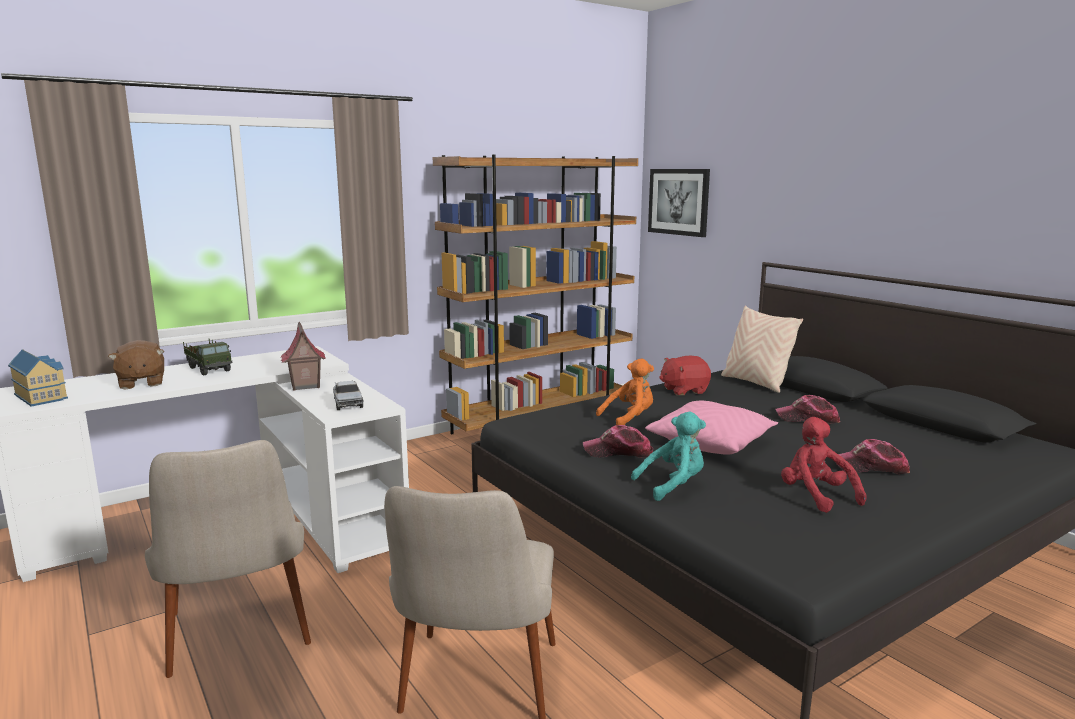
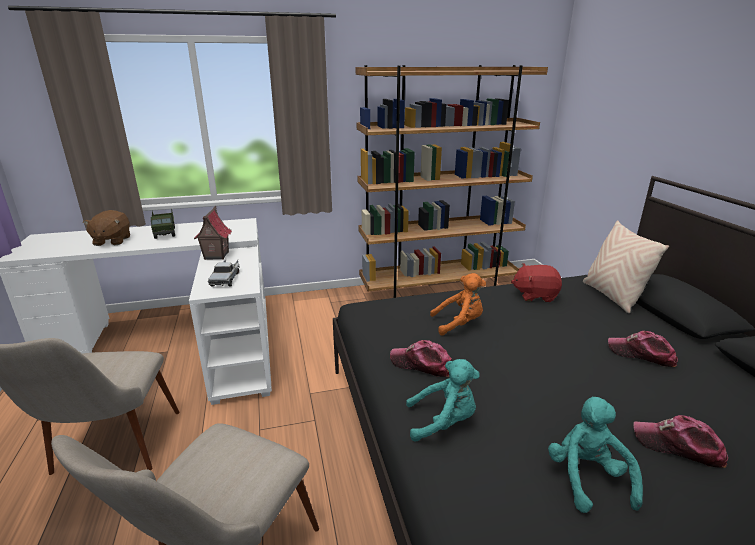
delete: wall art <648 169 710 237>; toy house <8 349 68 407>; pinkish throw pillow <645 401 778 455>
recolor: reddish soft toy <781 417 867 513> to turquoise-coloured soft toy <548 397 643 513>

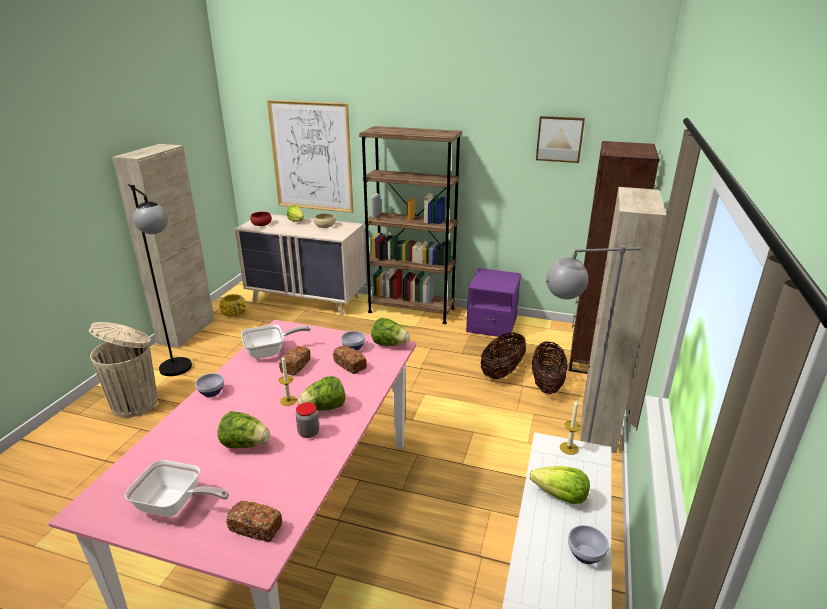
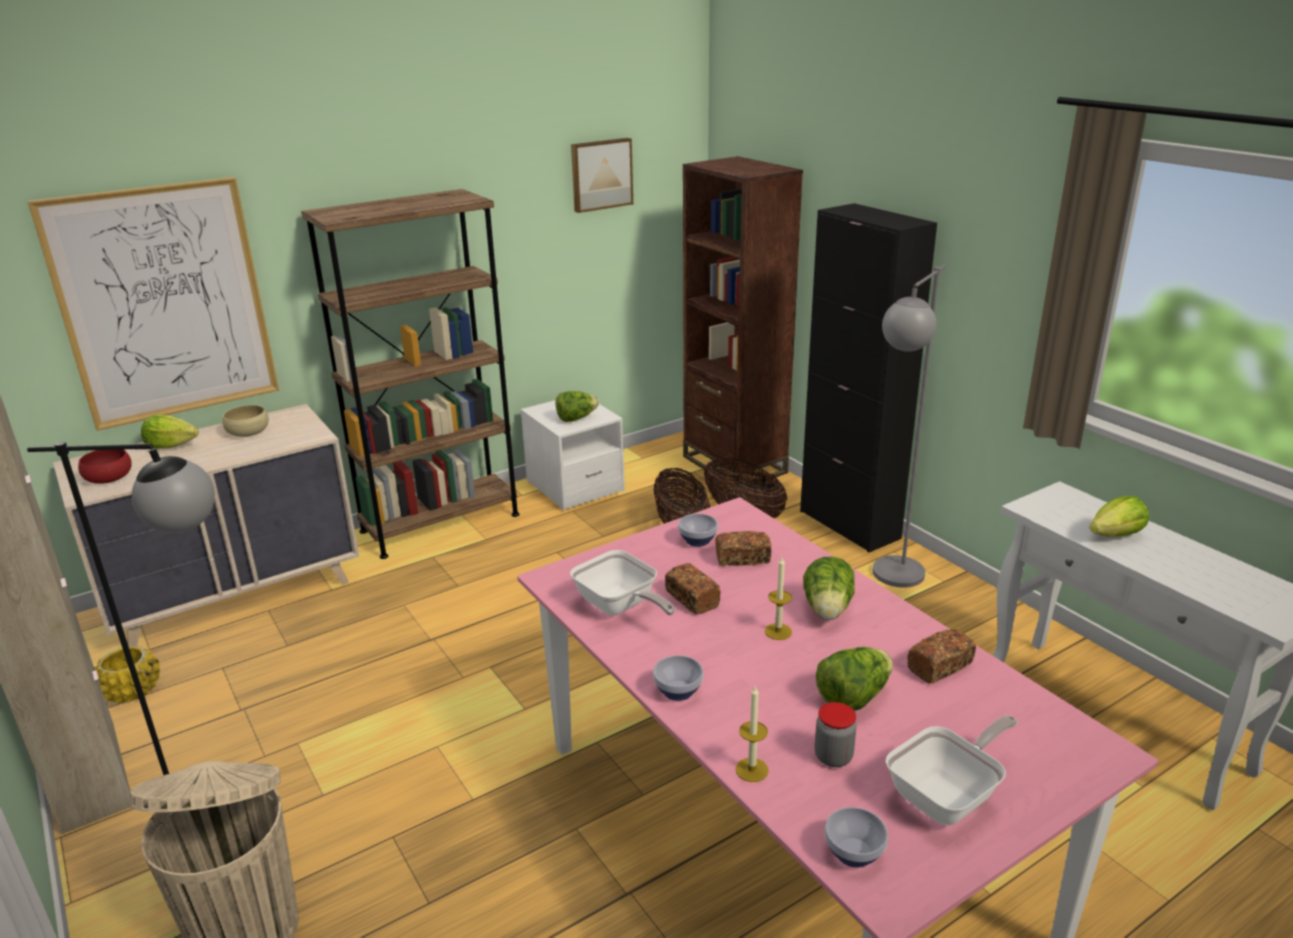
move: lettuce head <371 318 410 346> to <555 391 599 422>; wax candle <560 400 581 455> to <736 686 769 782>; jar <296 402 319 438> to <814 702 857 767>; baked bread <226 501 282 542> to <907 630 976 684>; deep dish <568 525 609 564> to <825 807 888 868>
recolor: beige storage cabinet <580 187 666 453> to black-coloured storage cabinet <800 203 937 553>; purple-coloured nightstand <466 268 521 338> to whitish nightstand <521 400 625 510>
rotate: pan <241 325 311 359> = <570 550 675 616> 120 degrees clockwise

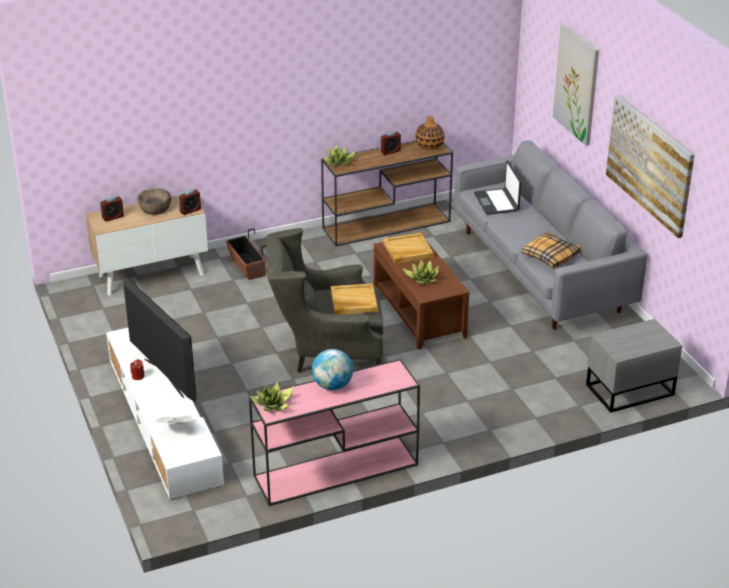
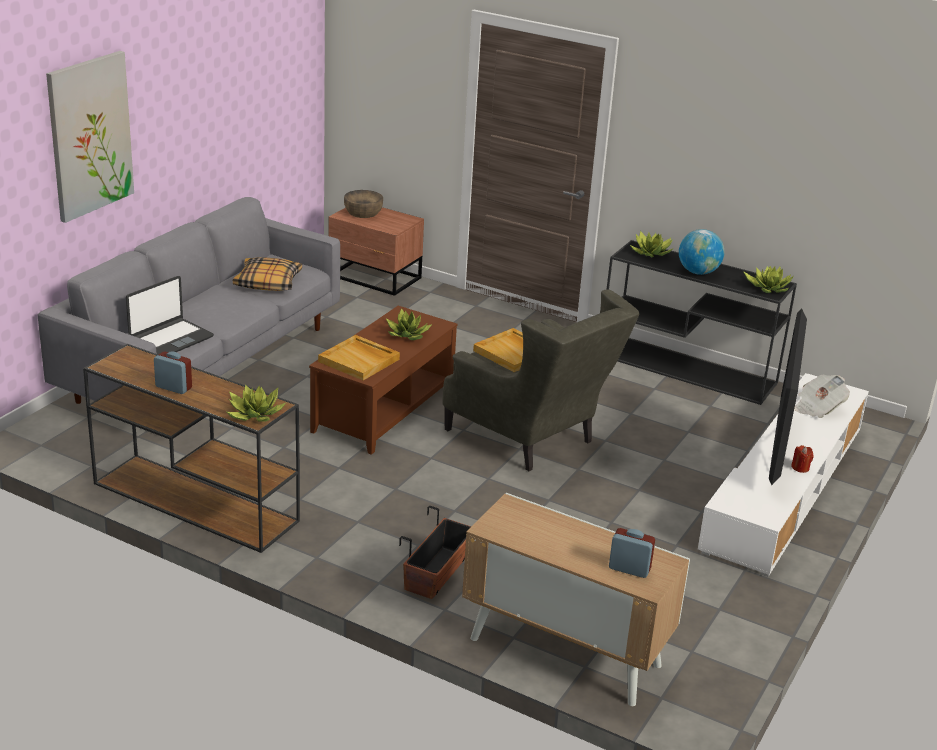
delete: wall art <606 95 695 238>; decorative vase <415 116 445 150>; bedside clock <178 189 201 215>
insert: plant in a pot <630 231 673 258>
move: brown deep dish <137 188 171 215> to <344 190 383 218>
recolor: greyish nightstand <586 319 682 413> to brown nightstand <328 207 424 296>; pinkish narrow table <249 359 420 506> to black-coloured narrow table <607 240 797 405>

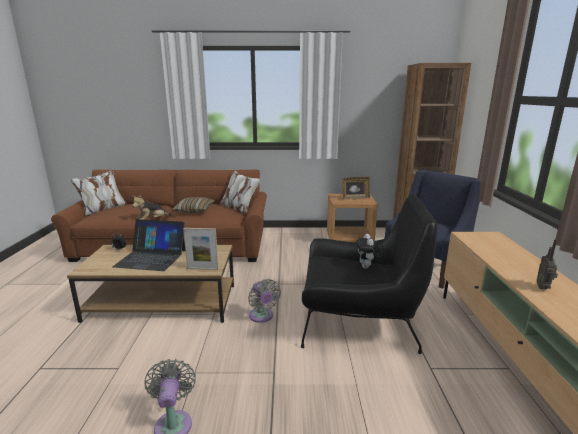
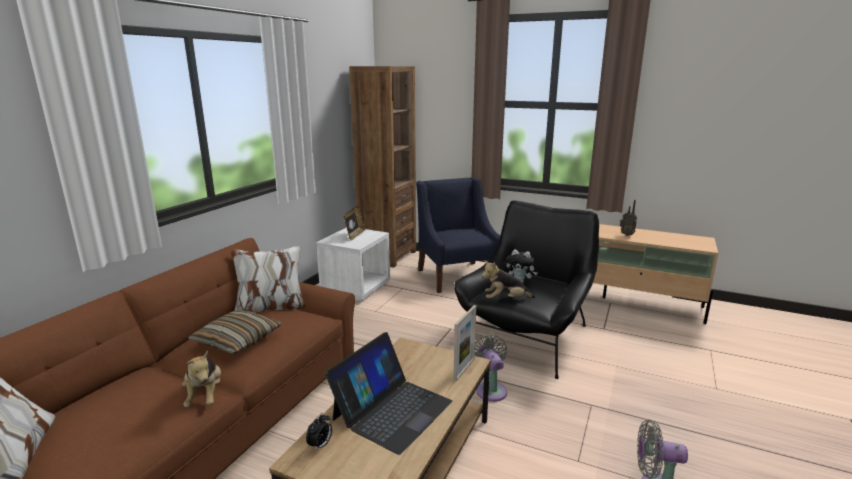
insert: soft toy <481 260 535 299>
recolor: brown nightstand <327 194 378 242> to whitish nightstand <316 228 390 302>
rotate: greyish fan <248 279 281 323> = <475 335 507 402> 105 degrees counterclockwise

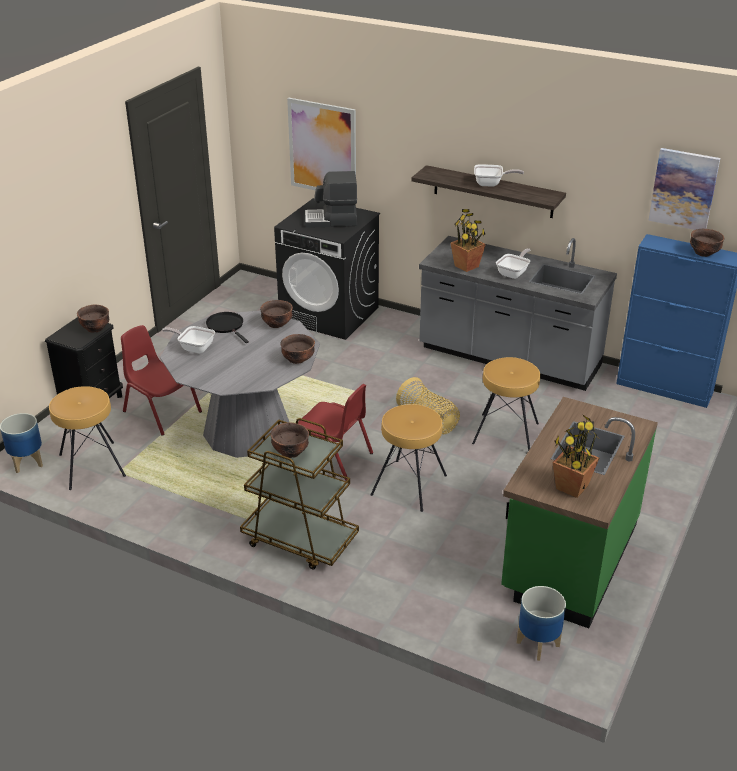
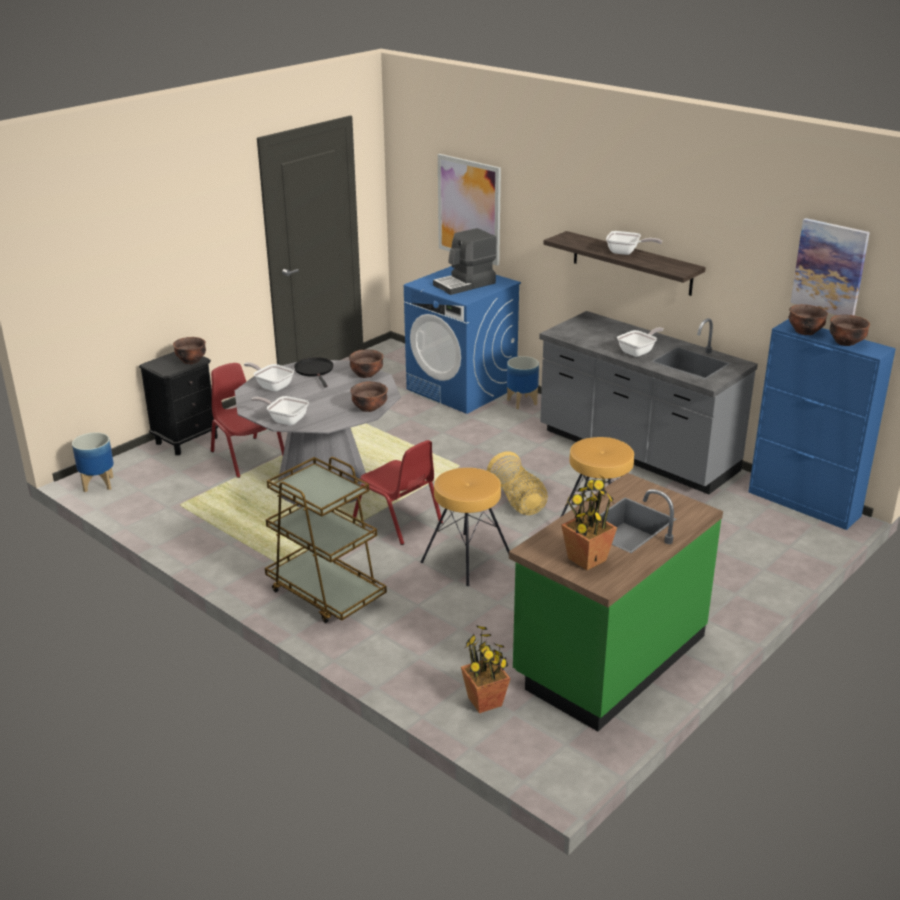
delete: brown sitting stool <49 386 126 490>
insert: pan <251 396 309 425>
move: plant in a pot <451 209 486 272> to <461 625 511 713>; brown deep dish <270 423 309 458> to <788 304 828 335>; planter <517 586 566 661> to <507 356 539 409>
recolor: black-coloured laundry appliance <274 198 380 340> to blue-coloured laundry appliance <404 266 521 414>
rotate: coffee machine <305 171 357 228> = <433 228 496 295> 45 degrees counterclockwise

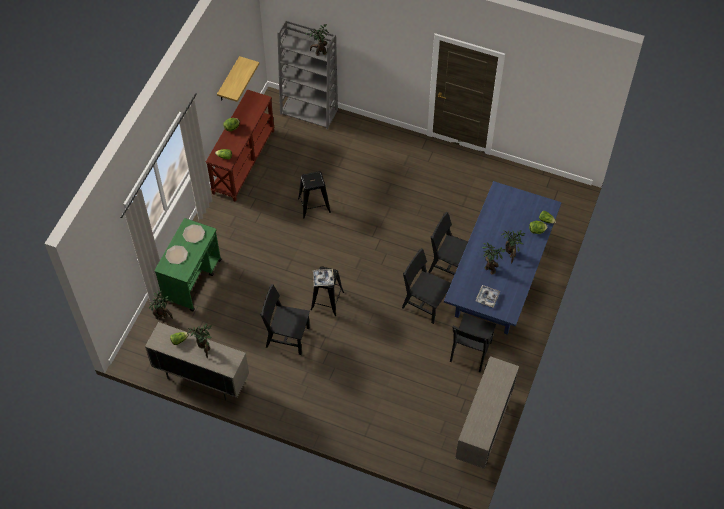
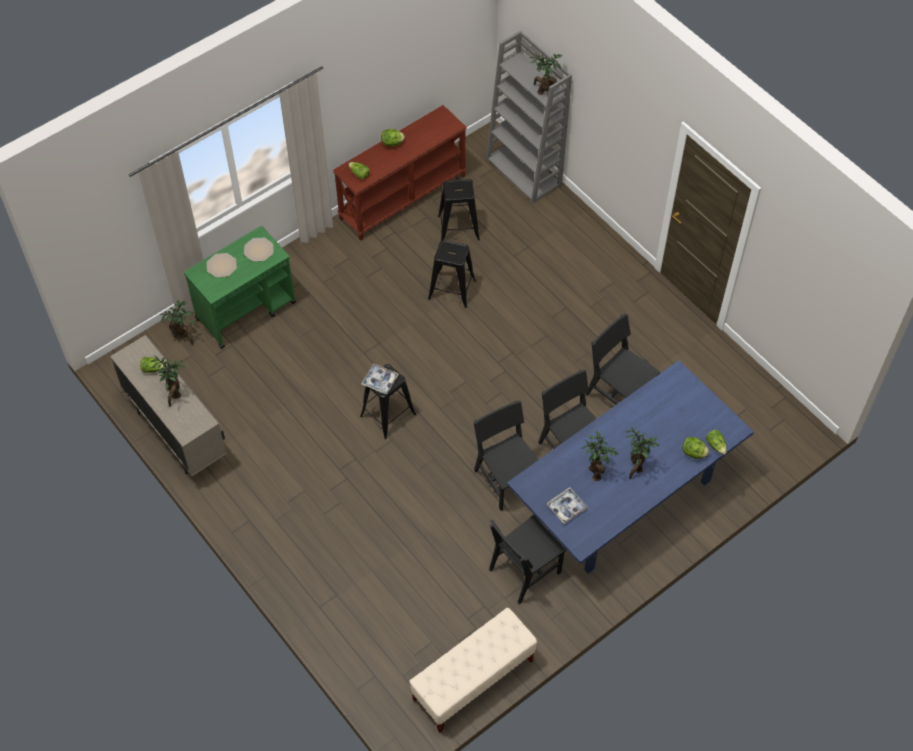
delete: shelf <217 56 259 102>
insert: black-coloured sitting stool <438 179 480 241>
move: black-coloured plain chair <260 284 310 355> to <586 313 660 405>
replace: beige storage cabinet <455 356 519 469> to beige bench <409 608 537 733>

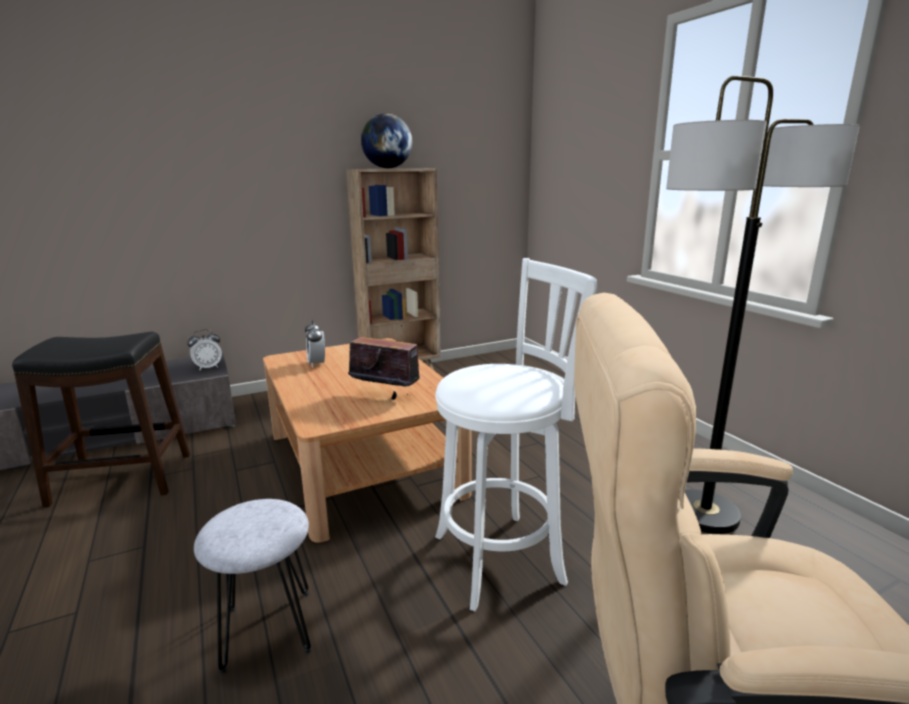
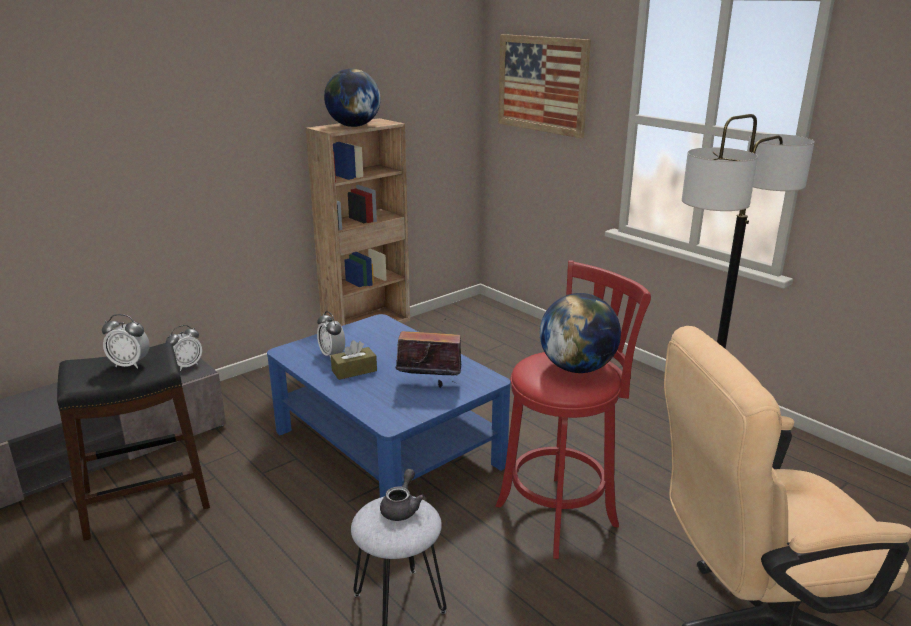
insert: wall art <498 34 591 139>; desk globe <540 293 621 373>; bedside clock <102 314 150 369>; brown tissue box <331 340 377 380>; greyish tea pot <380 469 425 521>
recolor: whitish sitting stool <435 258 597 611> to reddish sitting stool <495 260 651 559>; brown lounge table <263 338 472 543> to blue-coloured lounge table <267 314 511 498>

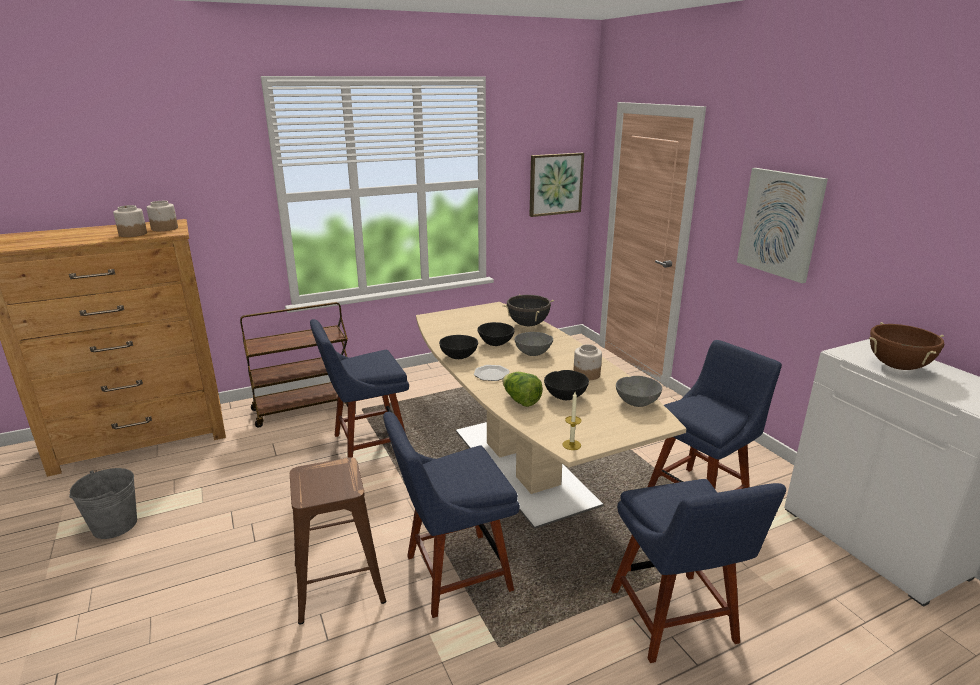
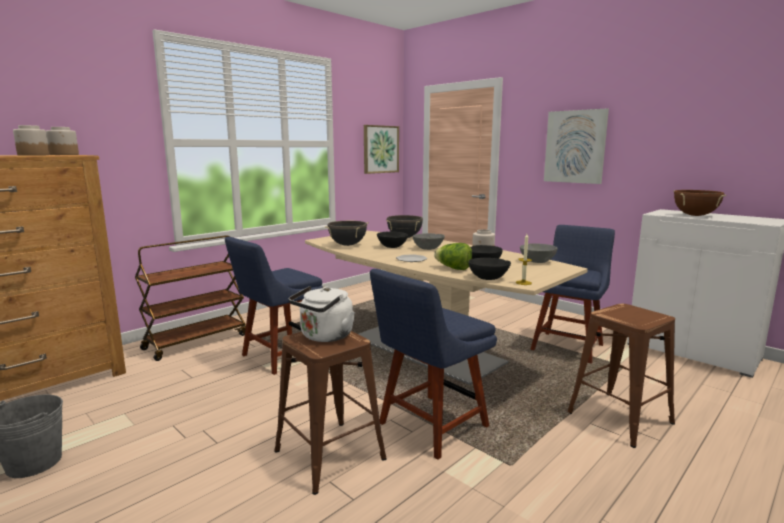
insert: black-coloured stockpot <325 221 369 246>; whitish kettle <289 286 355 342>
move: black-coloured deep dish <439 335 478 359> to <468 258 511 280>
replace: blue-coloured plain chair <611 479 786 663> to brown sitting stool <567 304 675 448>

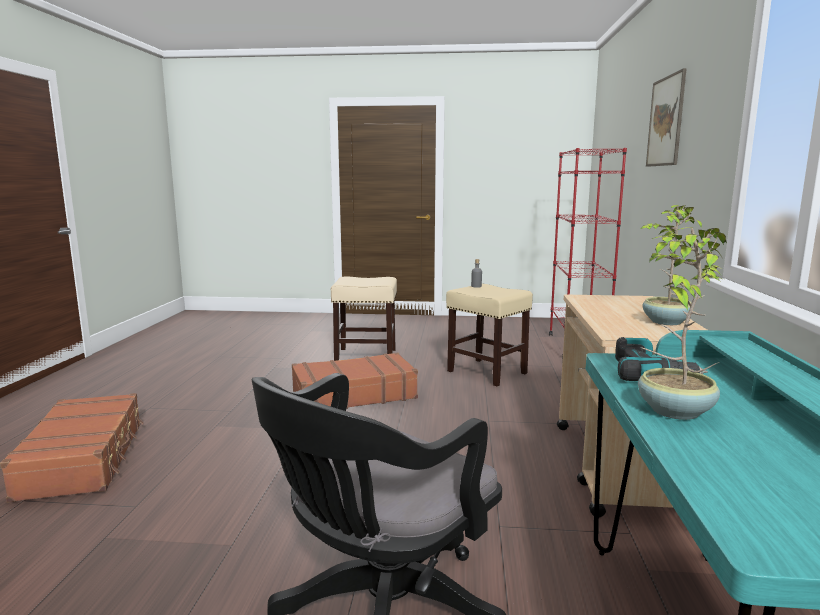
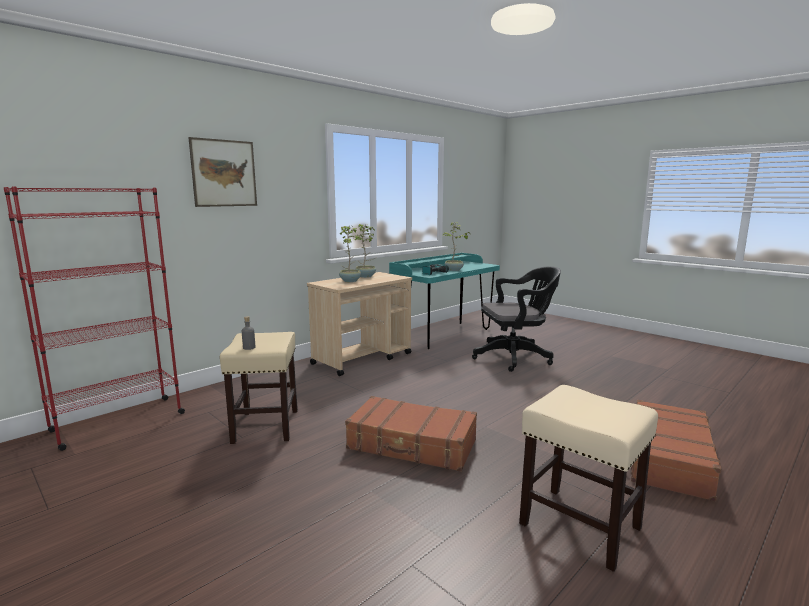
insert: plant in a pot <339 226 364 282>
move: beige sitting stool <331 277 397 361> to <519 385 658 572>

